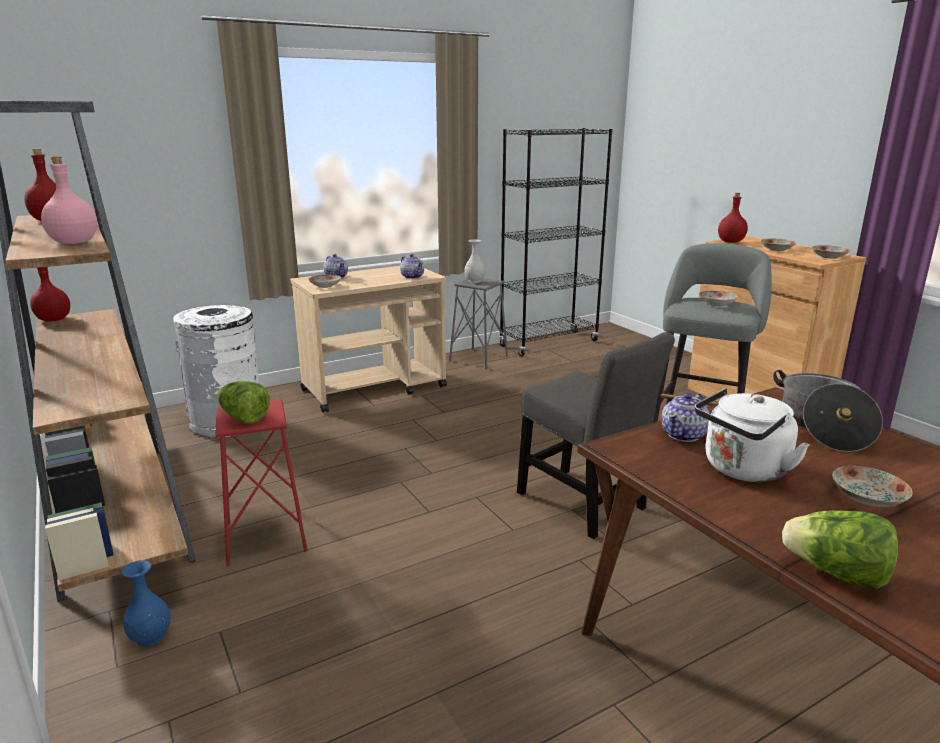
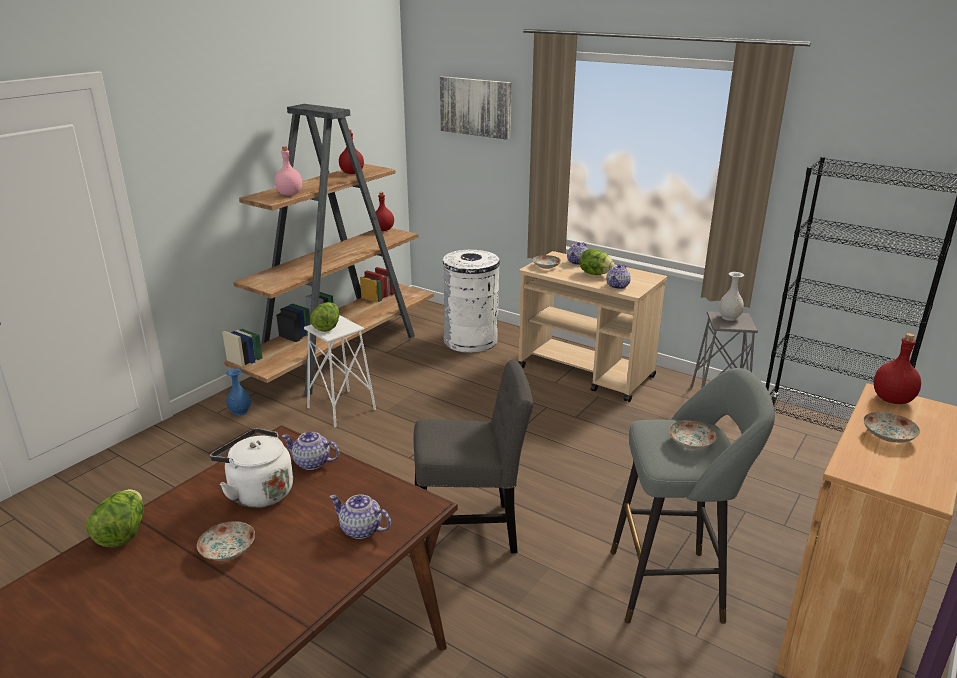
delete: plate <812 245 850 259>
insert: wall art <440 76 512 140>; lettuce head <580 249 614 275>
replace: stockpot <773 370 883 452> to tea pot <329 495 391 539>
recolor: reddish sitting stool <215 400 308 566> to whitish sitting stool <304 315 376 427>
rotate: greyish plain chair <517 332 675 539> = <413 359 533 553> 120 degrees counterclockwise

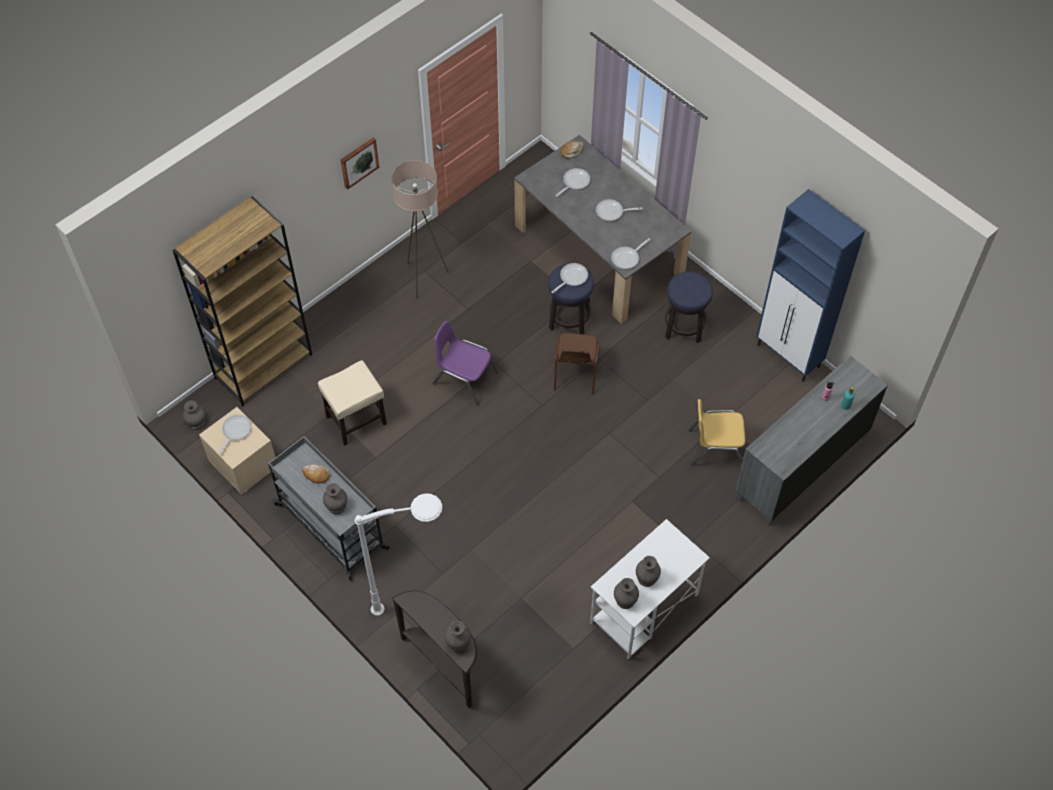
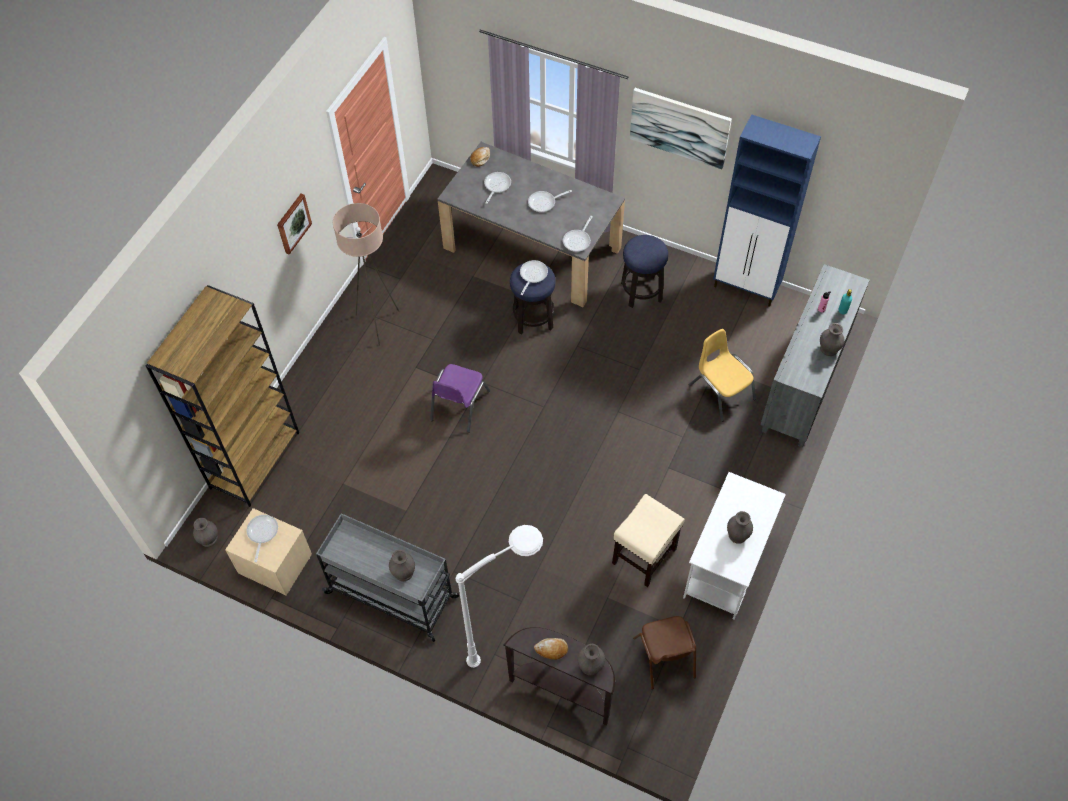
insert: wall art <630 88 732 170>
move: brown plain chair <554 333 600 394> to <633 616 696 690>; beige sitting stool <318 360 387 446> to <612 494 685 587>; baked bread <302 464 330 484> to <534 638 568 660>; greyish decorative vase <614 578 639 609> to <820 323 845 356>
rotate: purple-coloured plain chair <432 321 498 405> = <430 364 490 433> 75 degrees counterclockwise; yellowish plain chair <689 399 745 466> = <689 329 756 422> 75 degrees clockwise

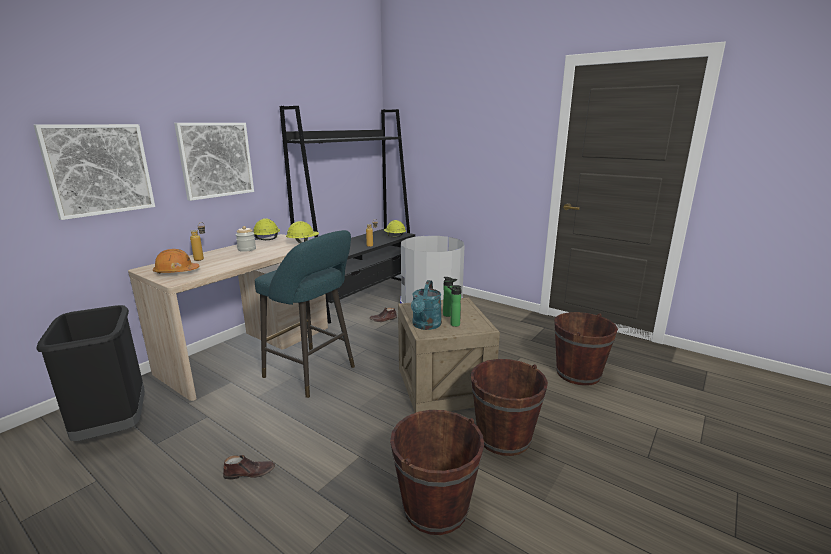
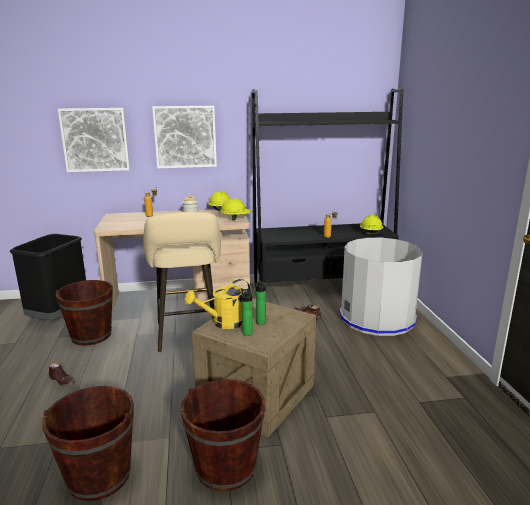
delete: orange-coloured safety helmet <153 249 200 274>
move: brown water bucket <554 312 618 386> to <56 280 113 345>
recolor: turquoise-coloured sitting stool <255 230 355 398> to beige sitting stool <143 212 221 352>; turquoise-coloured watering can <411 280 442 330> to yellowish watering can <185 279 251 329>

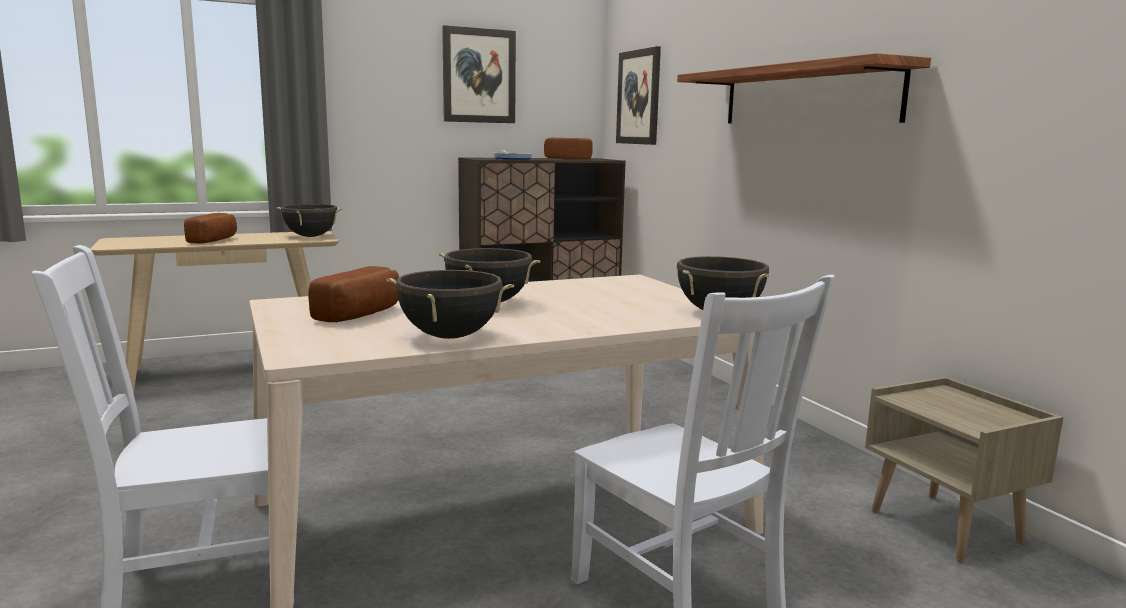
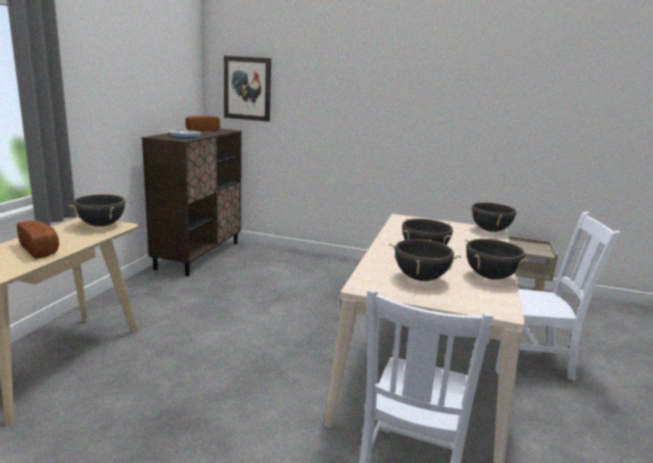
delete: wall art <442 25 516 123>; shelf <677 53 931 123>
replace: baked bread <308 266 399 322> to black-coloured stockpot <389 239 461 281>

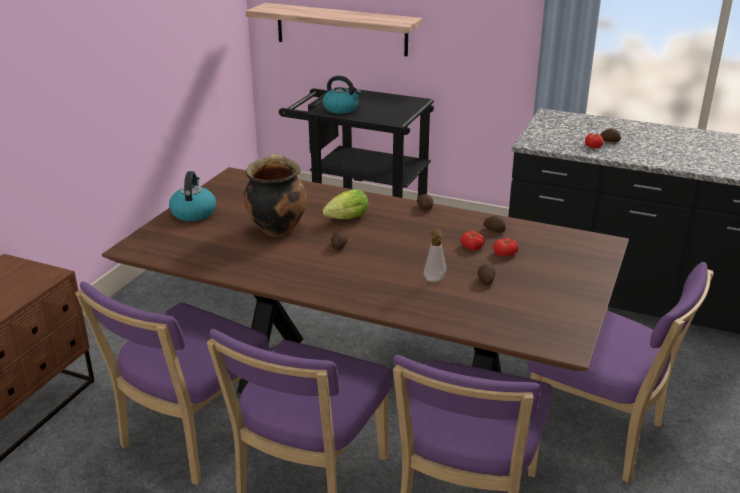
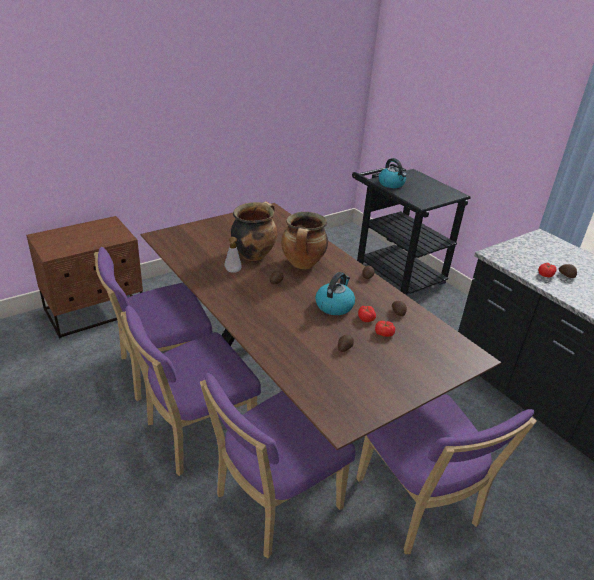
delete: shelf <246 3 423 56>
move: kettle <169 171 216 221> to <315 272 355 315>; liquid soap bottle <424 229 446 282> to <225 237 242 273>
replace: lettuce head <323 189 369 219> to stockpot <281 212 328 269>

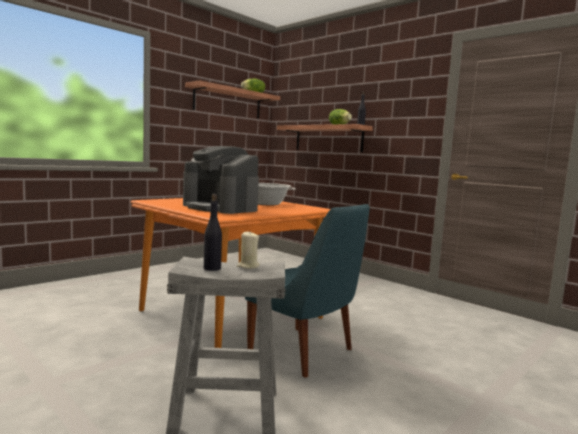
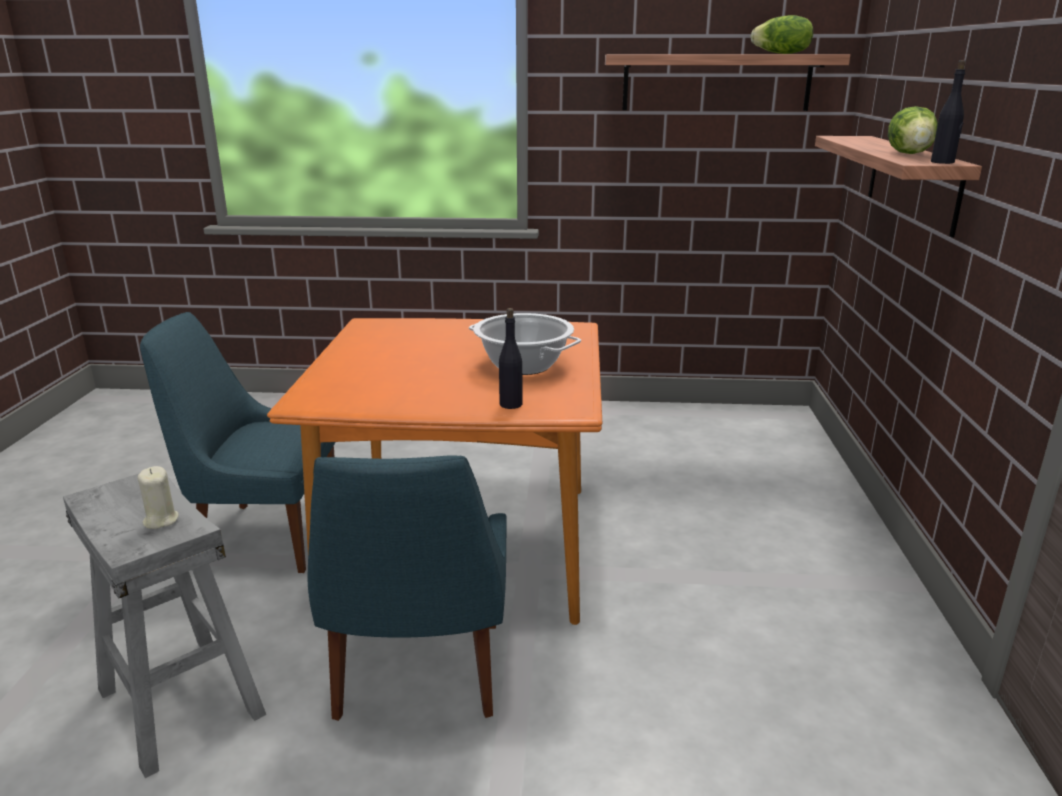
delete: coffee machine <183 146 259 214>
insert: blue-coloured plain chair <140 312 335 573>
move: black-coloured beverage bottle <204 194 222 271> to <499 308 523 409>

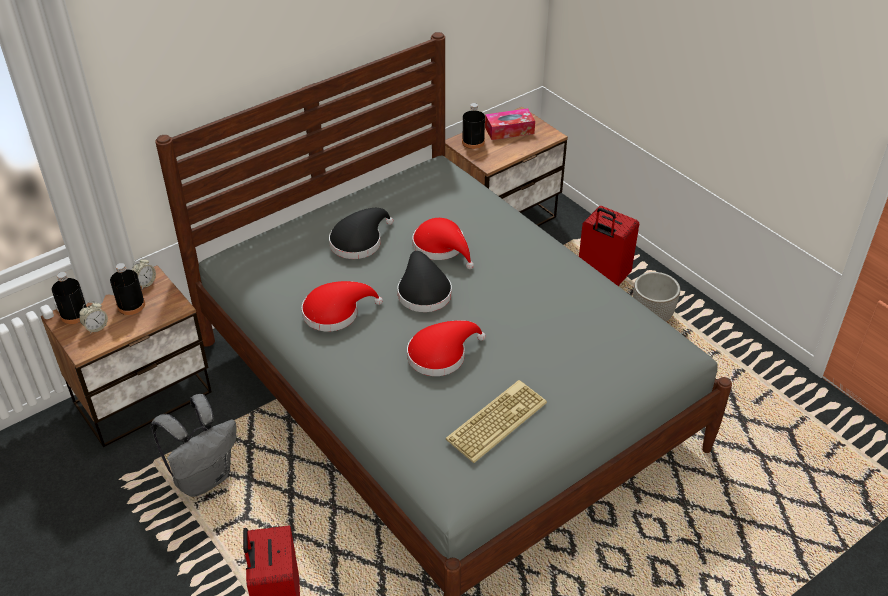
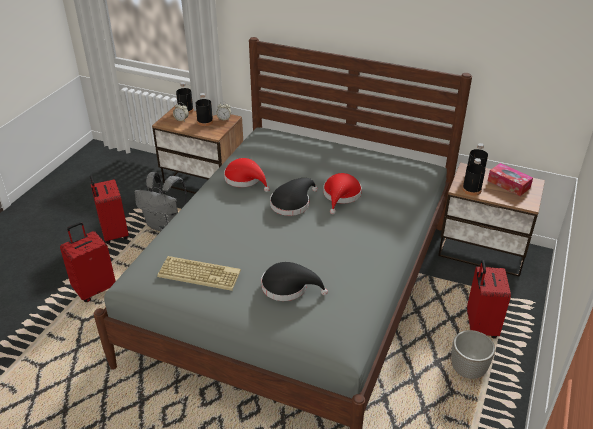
delete: reddish wearable hat <407 320 486 376>
insert: black-coloured beverage bottle <462 158 485 196>; reddish piece of luggage <90 176 129 244>
move: black-coloured wearable hat <329 208 393 259> to <261 262 328 301>

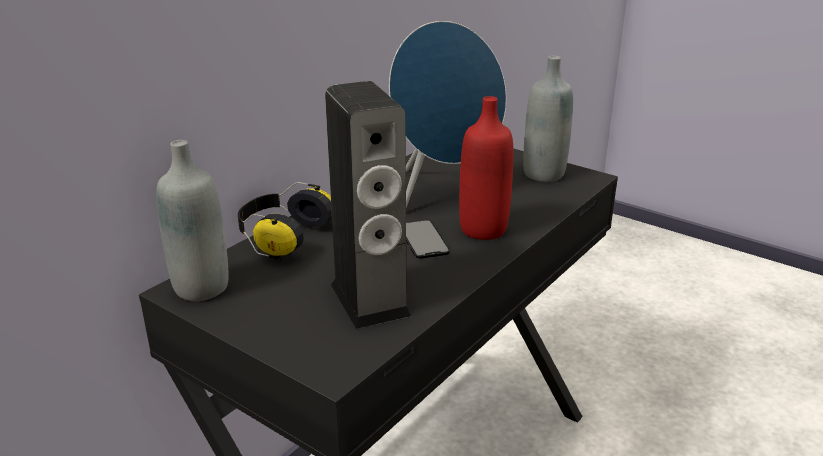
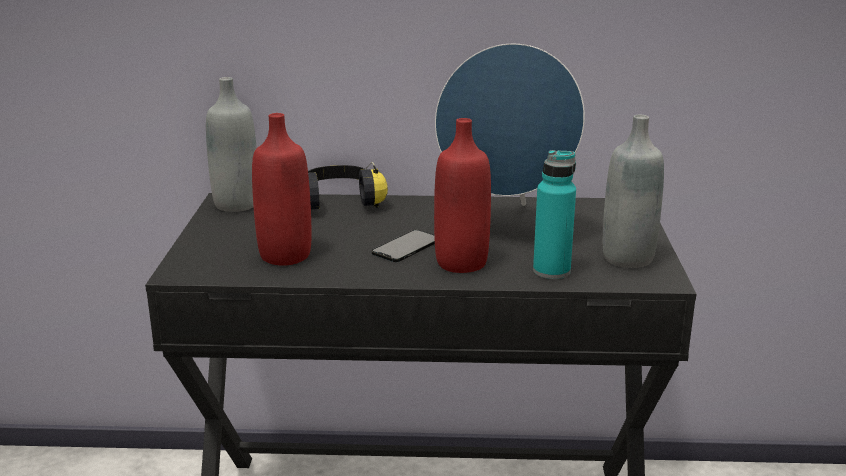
insert: turquoise-coloured beverage bottle <533 150 576 279>
replace: loudspeaker <325 81 411 329> to reddish beverage bottle <252 113 311 266>

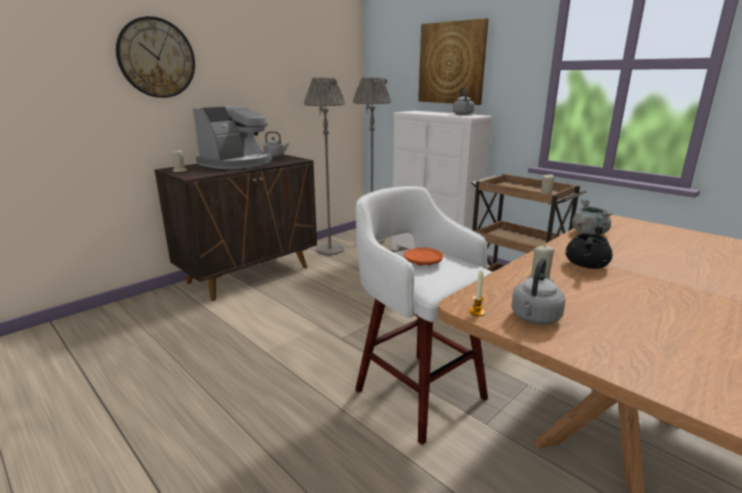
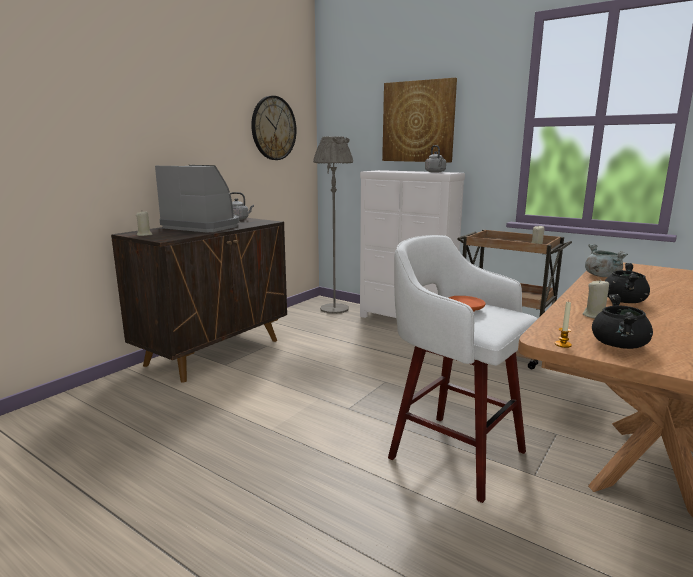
delete: greyish floor lamp <304 78 345 255>
move: clock on the wall <116 16 195 98> to <251 96 297 160>
replace: greyish kettle <511 258 565 325> to black-coloured stockpot <592 294 653 349>
rotate: coffee machine <193 106 272 169> = <155 165 239 232> 90 degrees counterclockwise

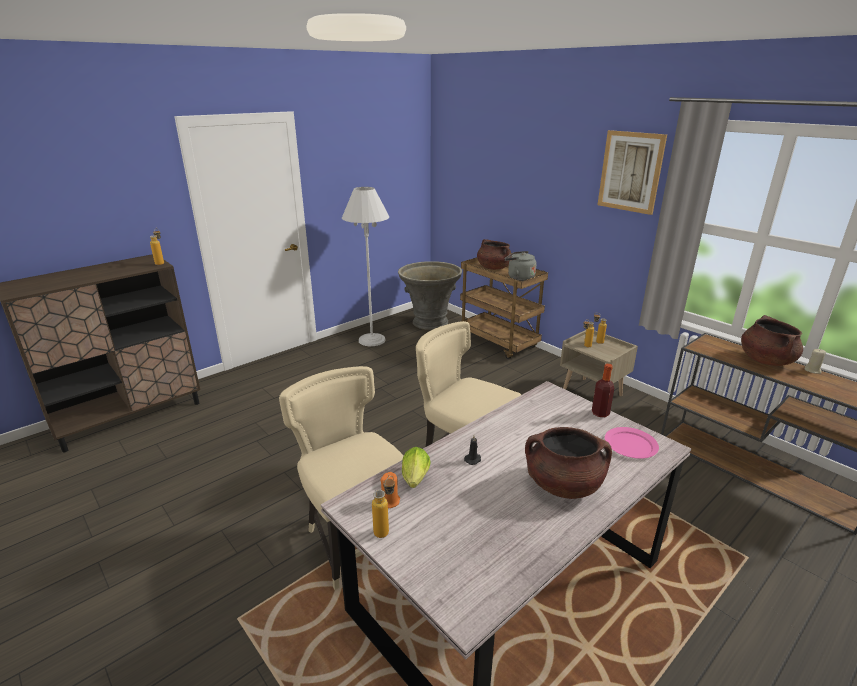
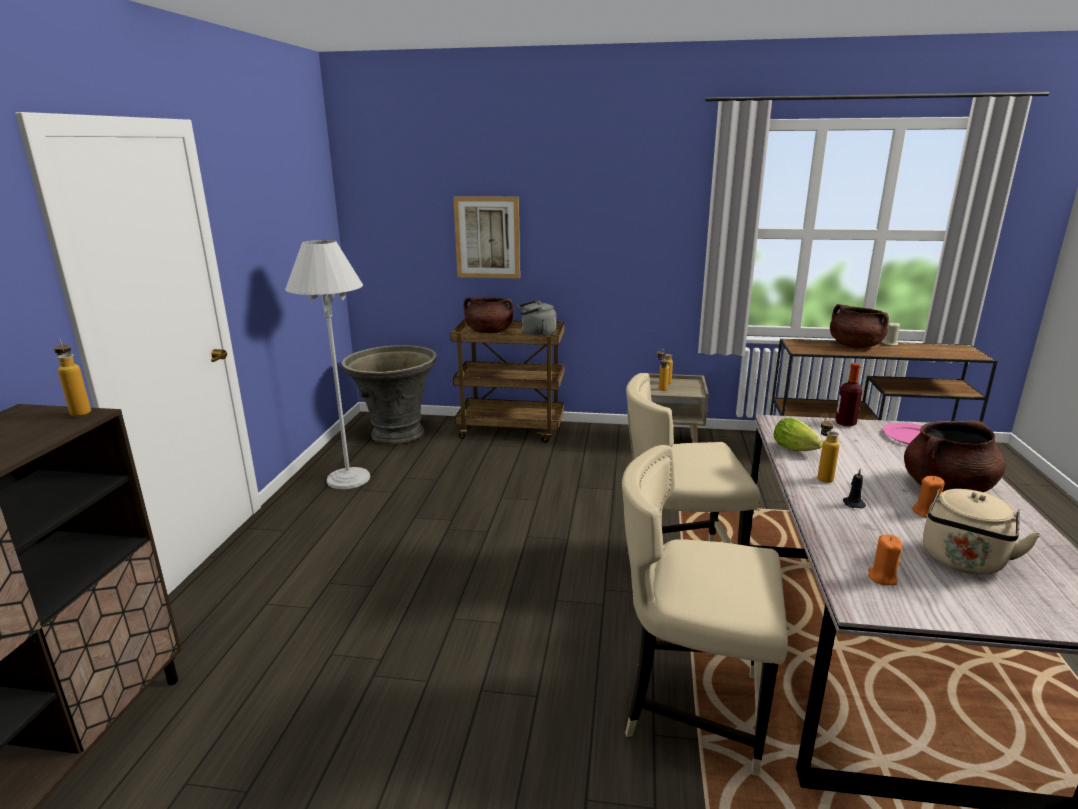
insert: orange-coloured wax candle <912 476 945 518>; beige kettle <923 489 1041 575>
move: wall art <598 130 667 215> to <453 196 520 279>; lettuce head <402 447 430 488> to <774 418 823 451>; beverage bottle <372 476 395 538> to <817 417 840 483>

